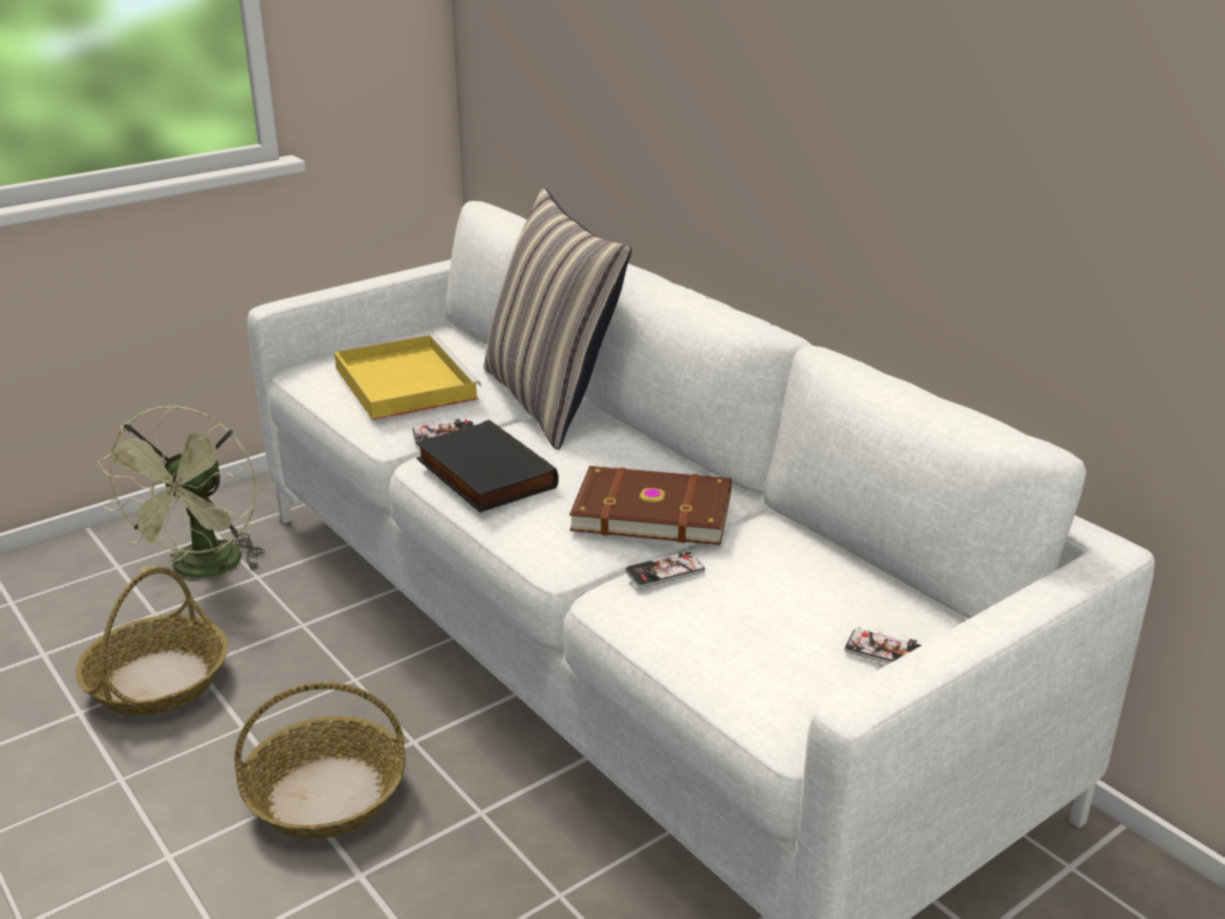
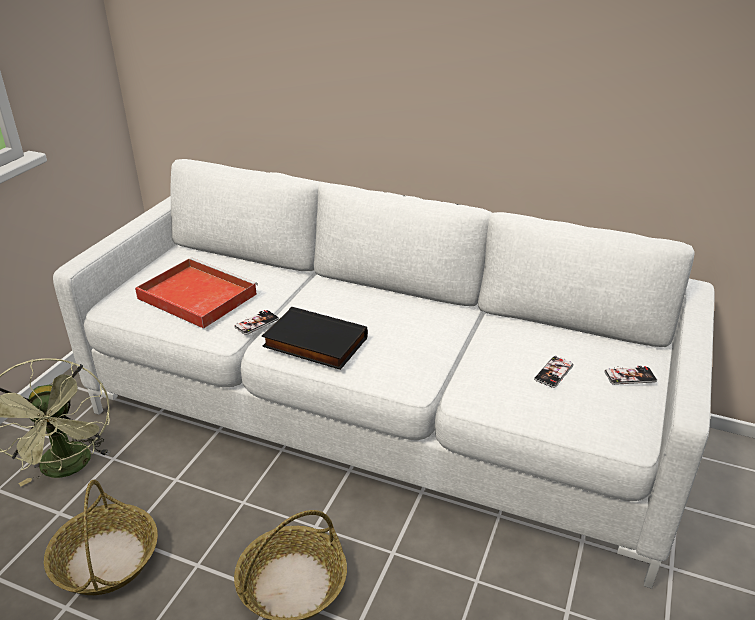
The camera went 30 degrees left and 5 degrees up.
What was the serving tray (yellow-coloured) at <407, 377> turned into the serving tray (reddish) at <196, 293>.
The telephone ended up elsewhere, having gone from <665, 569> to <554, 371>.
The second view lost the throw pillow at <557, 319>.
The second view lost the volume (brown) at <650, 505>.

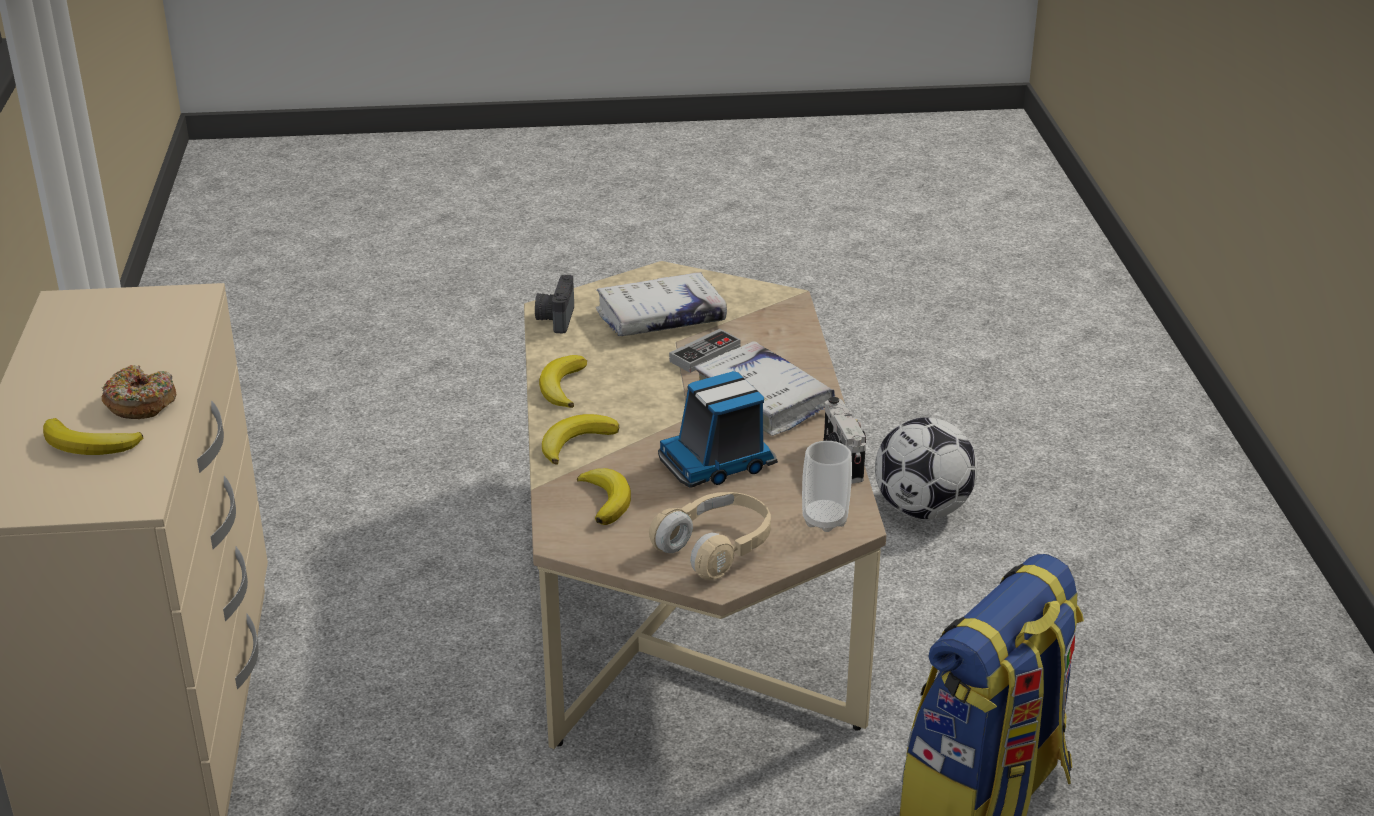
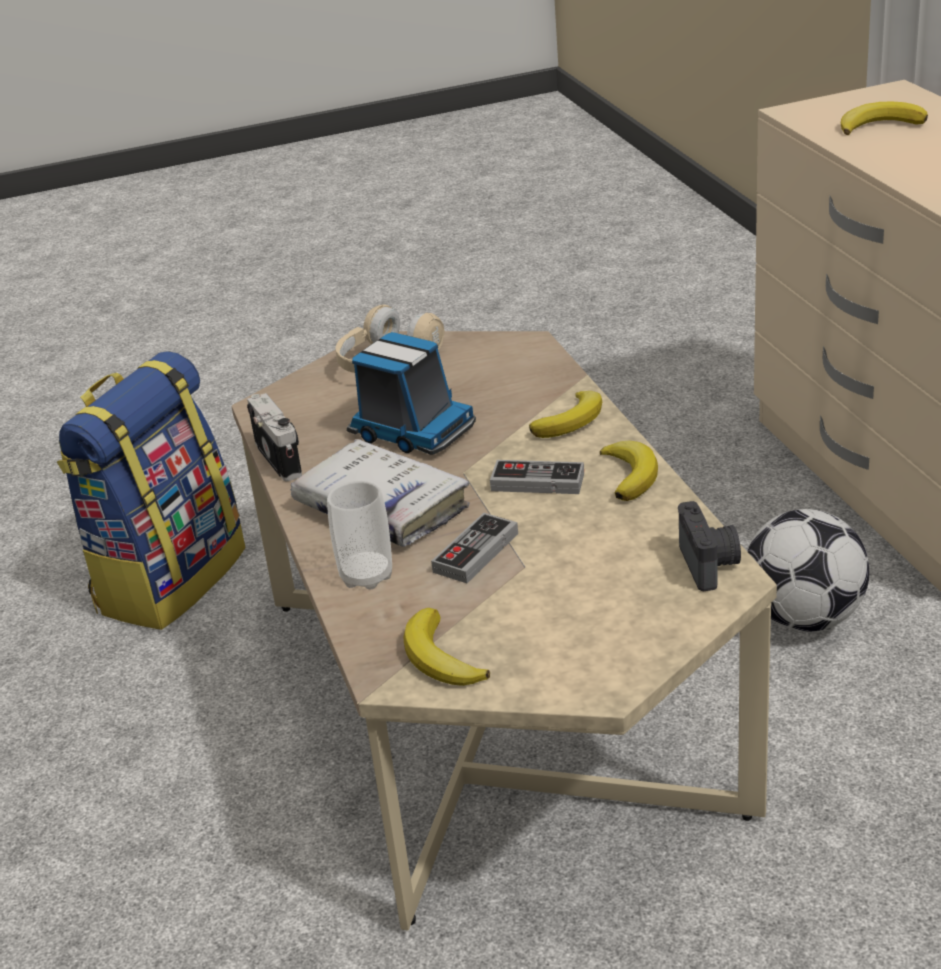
The camera went 170 degrees right and 0 degrees up.
The cup ended up elsewhere, having gone from <827, 486> to <359, 535>.
The model truck at <718, 429> ended up facing another way, 75 degrees clockwise from before.
The whole banana ended up elsewhere, having gone from <604, 496> to <446, 647>.
The second view gained the joypad at <537, 477>.
The football ball ended up elsewhere, having gone from <926, 468> to <808, 570>.
The second view lost the donut at <139, 392>.
The second view lost the volume (whitish) at <661, 304>.

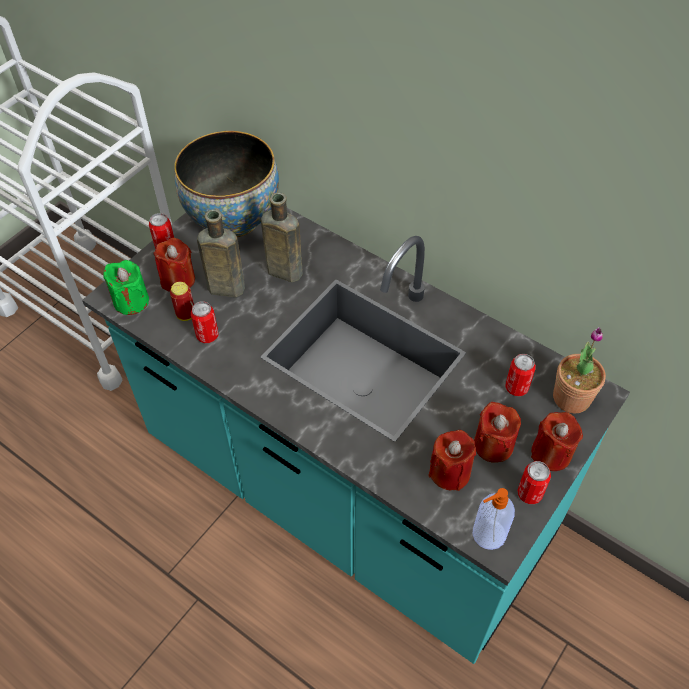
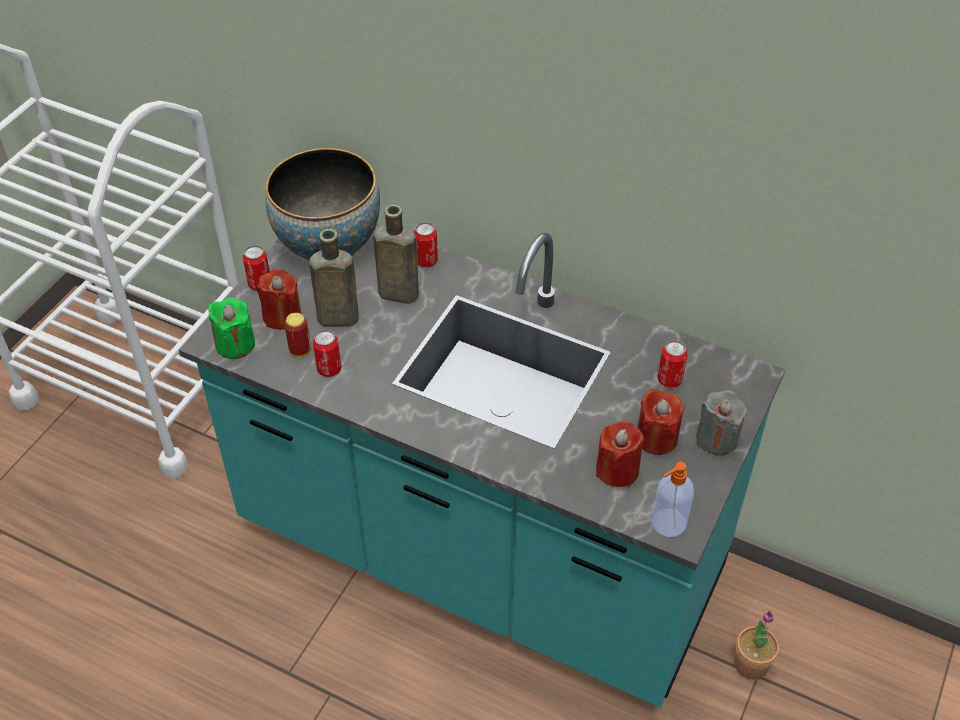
The camera went 10 degrees left and 5 degrees down.
The sealed can ended up elsewhere, having gone from <534, 482> to <426, 244>.
What was the wax light (reddish) at <557, 441> turned into the wax light (gray) at <721, 422>.
The plant in a pot ended up elsewhere, having gone from <579, 370> to <756, 645>.

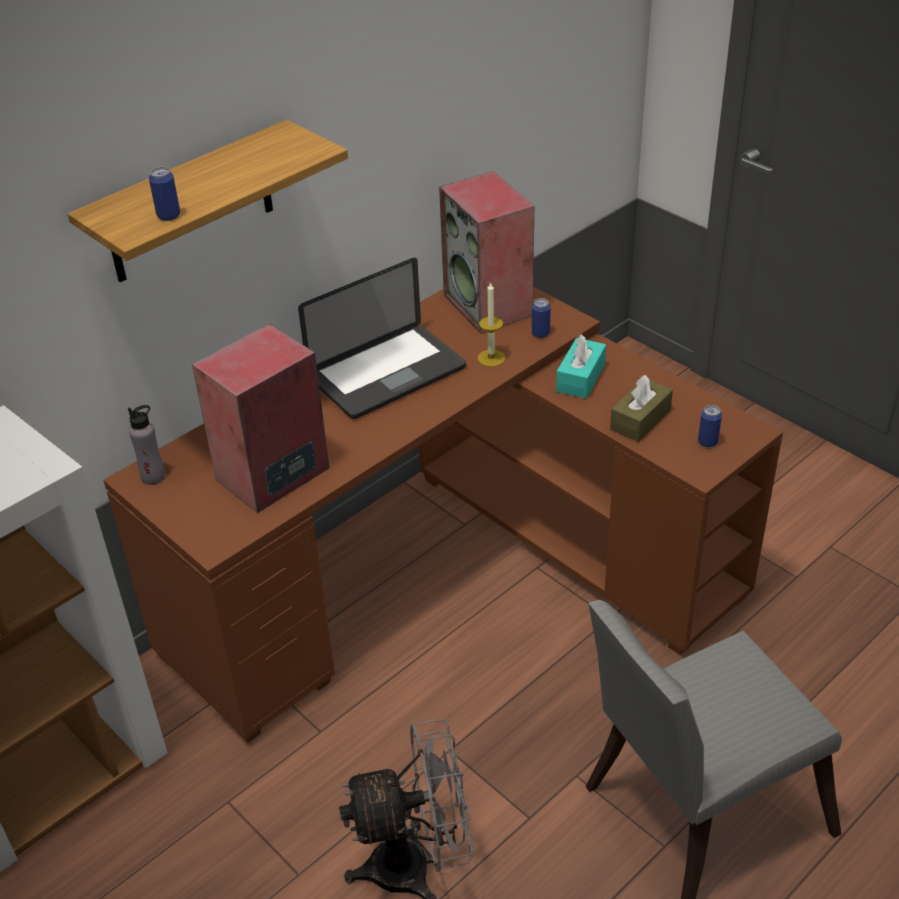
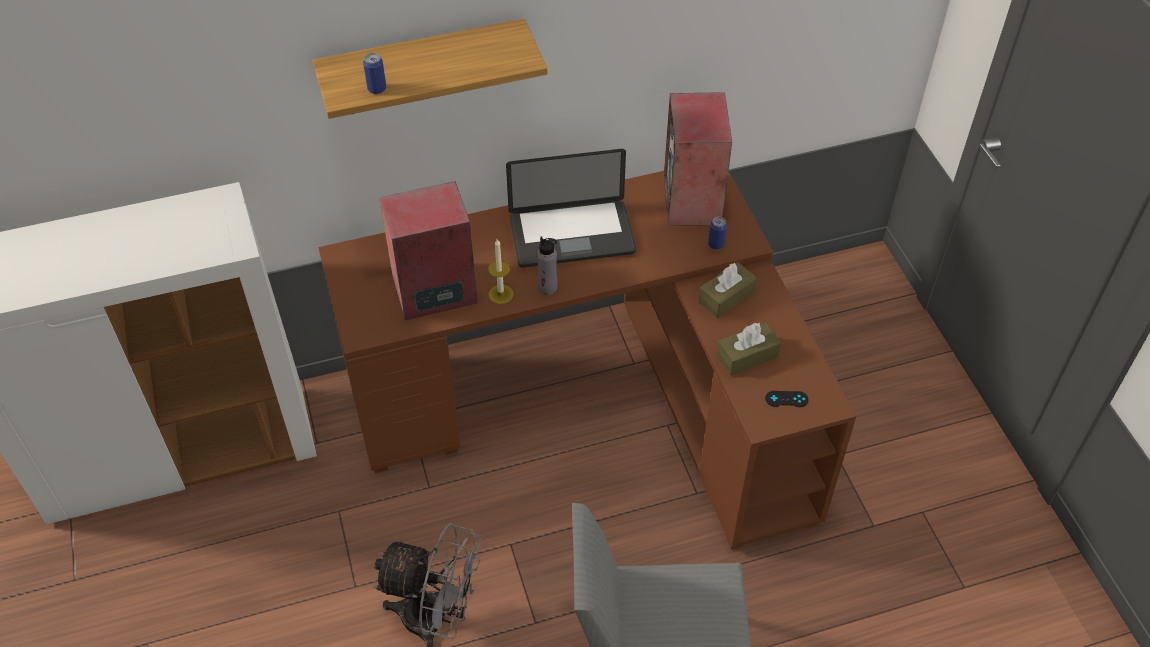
The camera went 25 degrees right and 10 degrees up.
The wax light ended up elsewhere, having gone from <492, 324> to <500, 271>.
The beverage bottle (gray) ended up elsewhere, having gone from <146, 445> to <547, 265>.
What was the tissue box (blue-green) at <581, 366> turned into the tissue box (brown) at <727, 290>.
Where the sealed can stood at <710, 426>, the joypad (black-coloured) came to stand at <787, 399>.

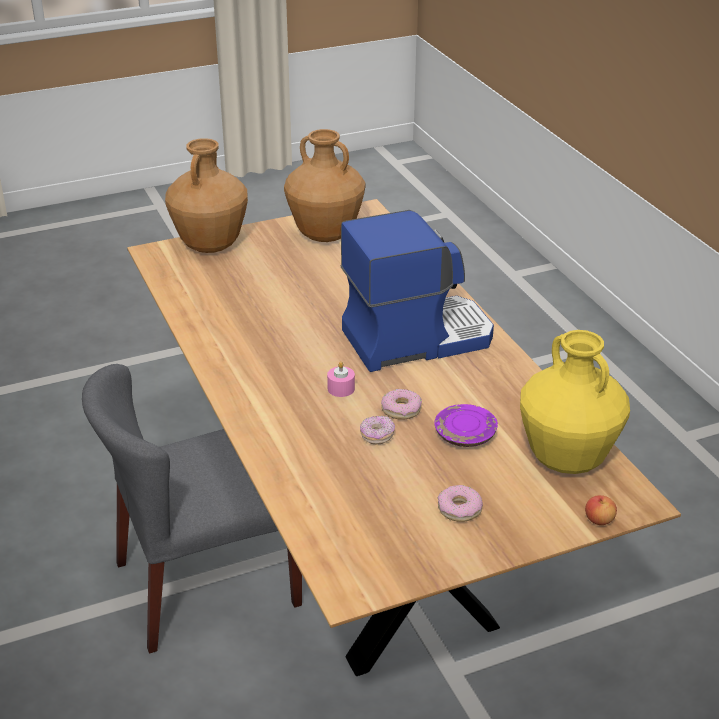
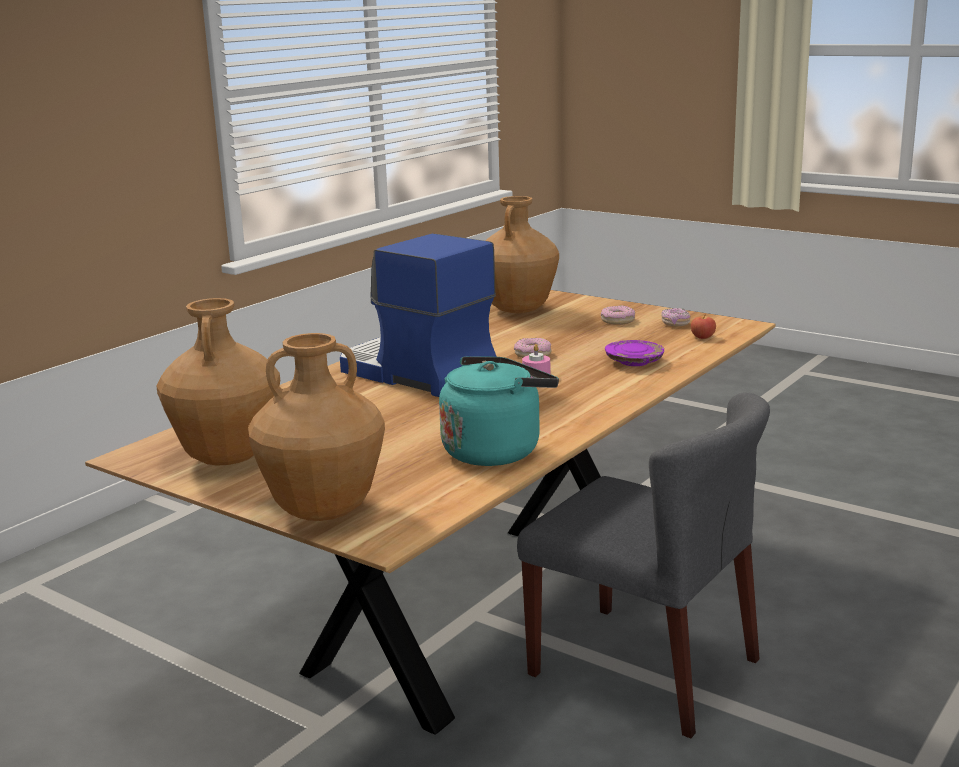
The camera went 120 degrees left and 15 degrees down.
The second view gained the kettle (blue-green) at <499, 411>.
What was the vase (yellow-coloured) at <575, 402> turned into the vase (brown) at <522, 255>.
The dinner plate (purple-coloured) ended up elsewhere, having gone from <466, 425> to <634, 353>.
The donut ended up elsewhere, having gone from <377, 430> to <676, 317>.
The apple ended up elsewhere, having gone from <601, 510> to <703, 326>.

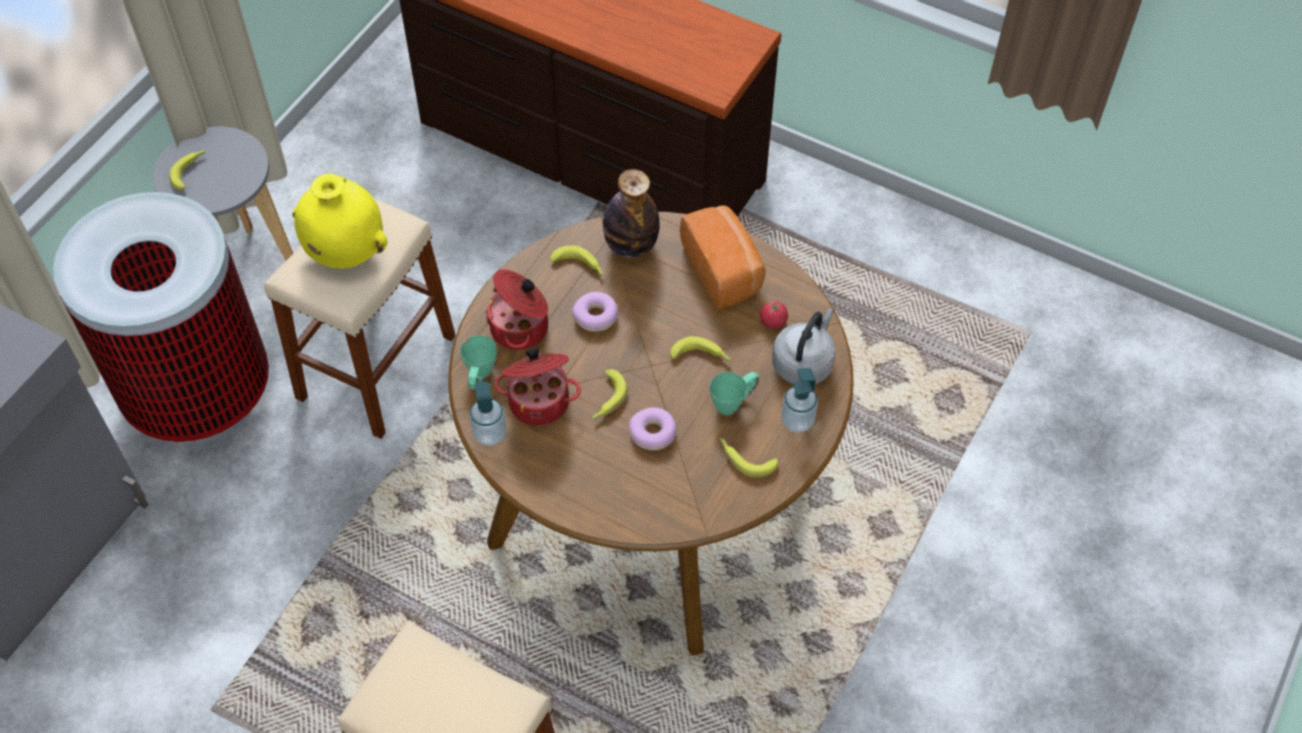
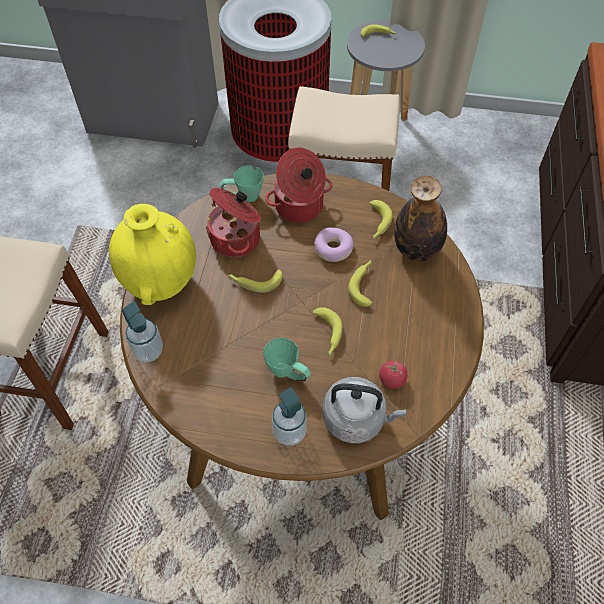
The camera went 70 degrees right and 0 degrees up.
The vase (yellow-coloured) ended up elsewhere, having gone from <339, 221> to <152, 254>.
The soap bottle ended up elsewhere, having gone from <487, 413> to <142, 331>.
The whole banana ended up elsewhere, having gone from <748, 458> to <360, 283>.
The second view lost the donut at <653, 428>.
The second view lost the bakery bread at <723, 257>.

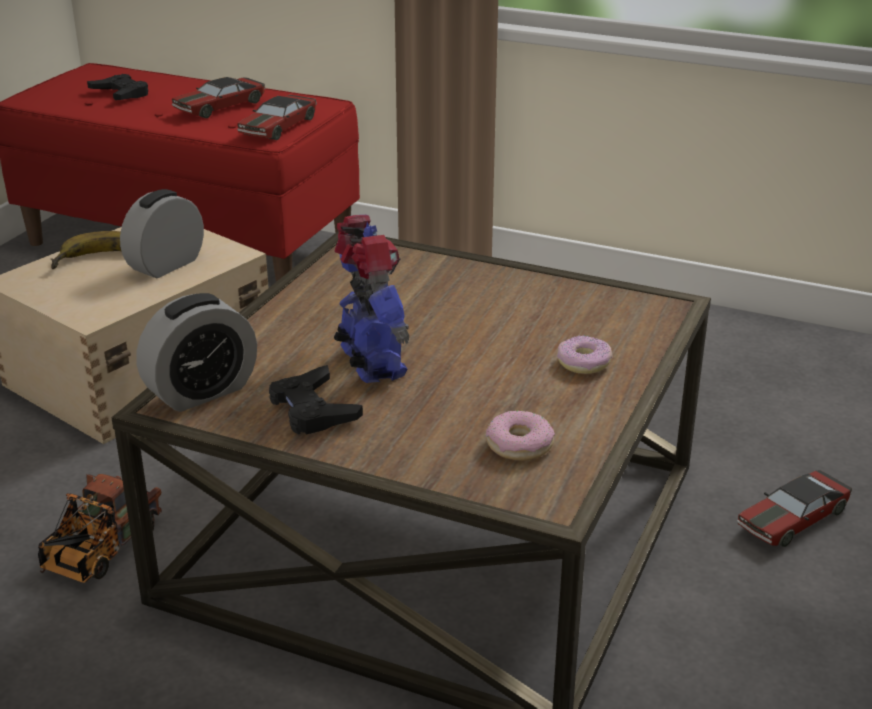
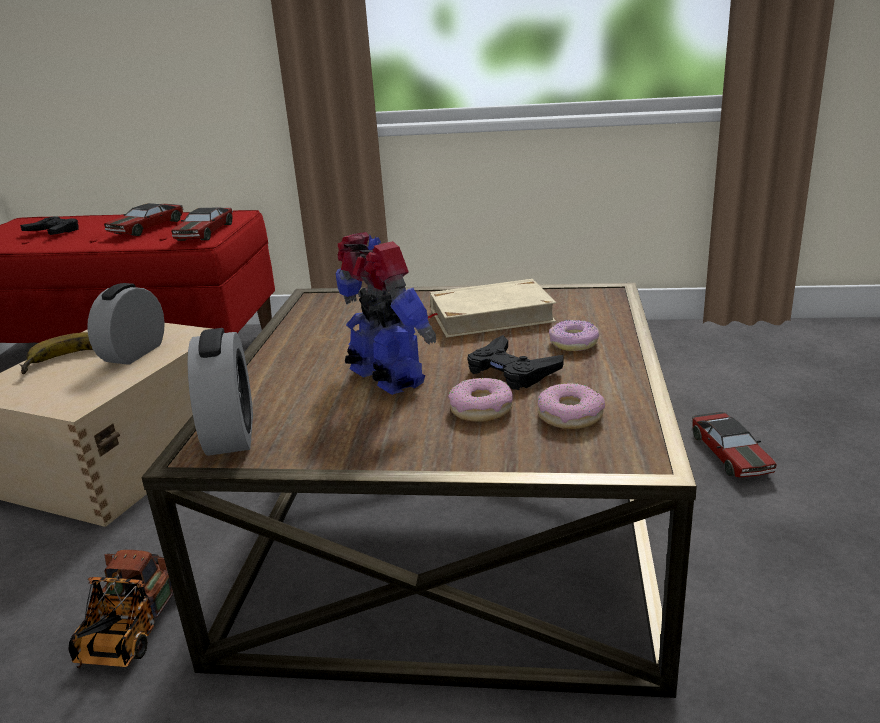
The camera went 15 degrees left and 5 degrees down.
The alarm clock at <196, 352> ended up facing another way, 45 degrees counterclockwise from before.
The second view gained the volume (beige-coloured) at <492, 308>.
The second view gained the donut at <480, 400>.
The joypad (black-coloured) ended up elsewhere, having gone from <316, 399> to <515, 362>.
The miniature car at <794, 508> ended up facing another way, 45 degrees counterclockwise from before.

